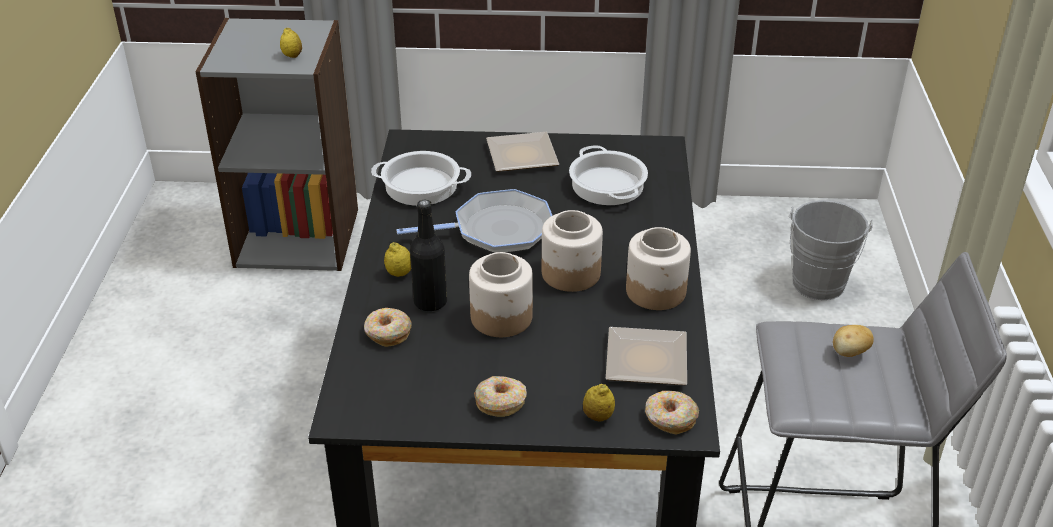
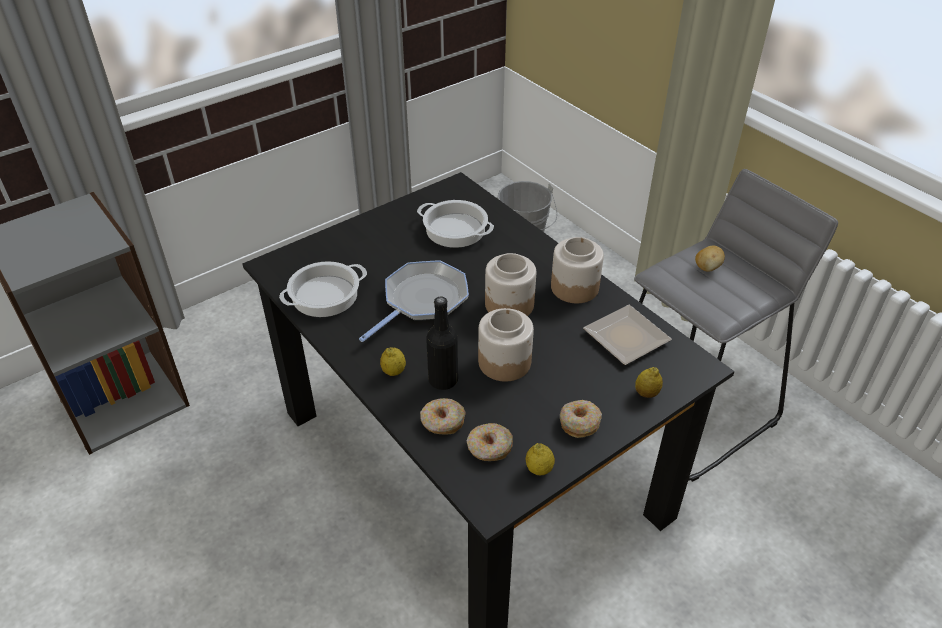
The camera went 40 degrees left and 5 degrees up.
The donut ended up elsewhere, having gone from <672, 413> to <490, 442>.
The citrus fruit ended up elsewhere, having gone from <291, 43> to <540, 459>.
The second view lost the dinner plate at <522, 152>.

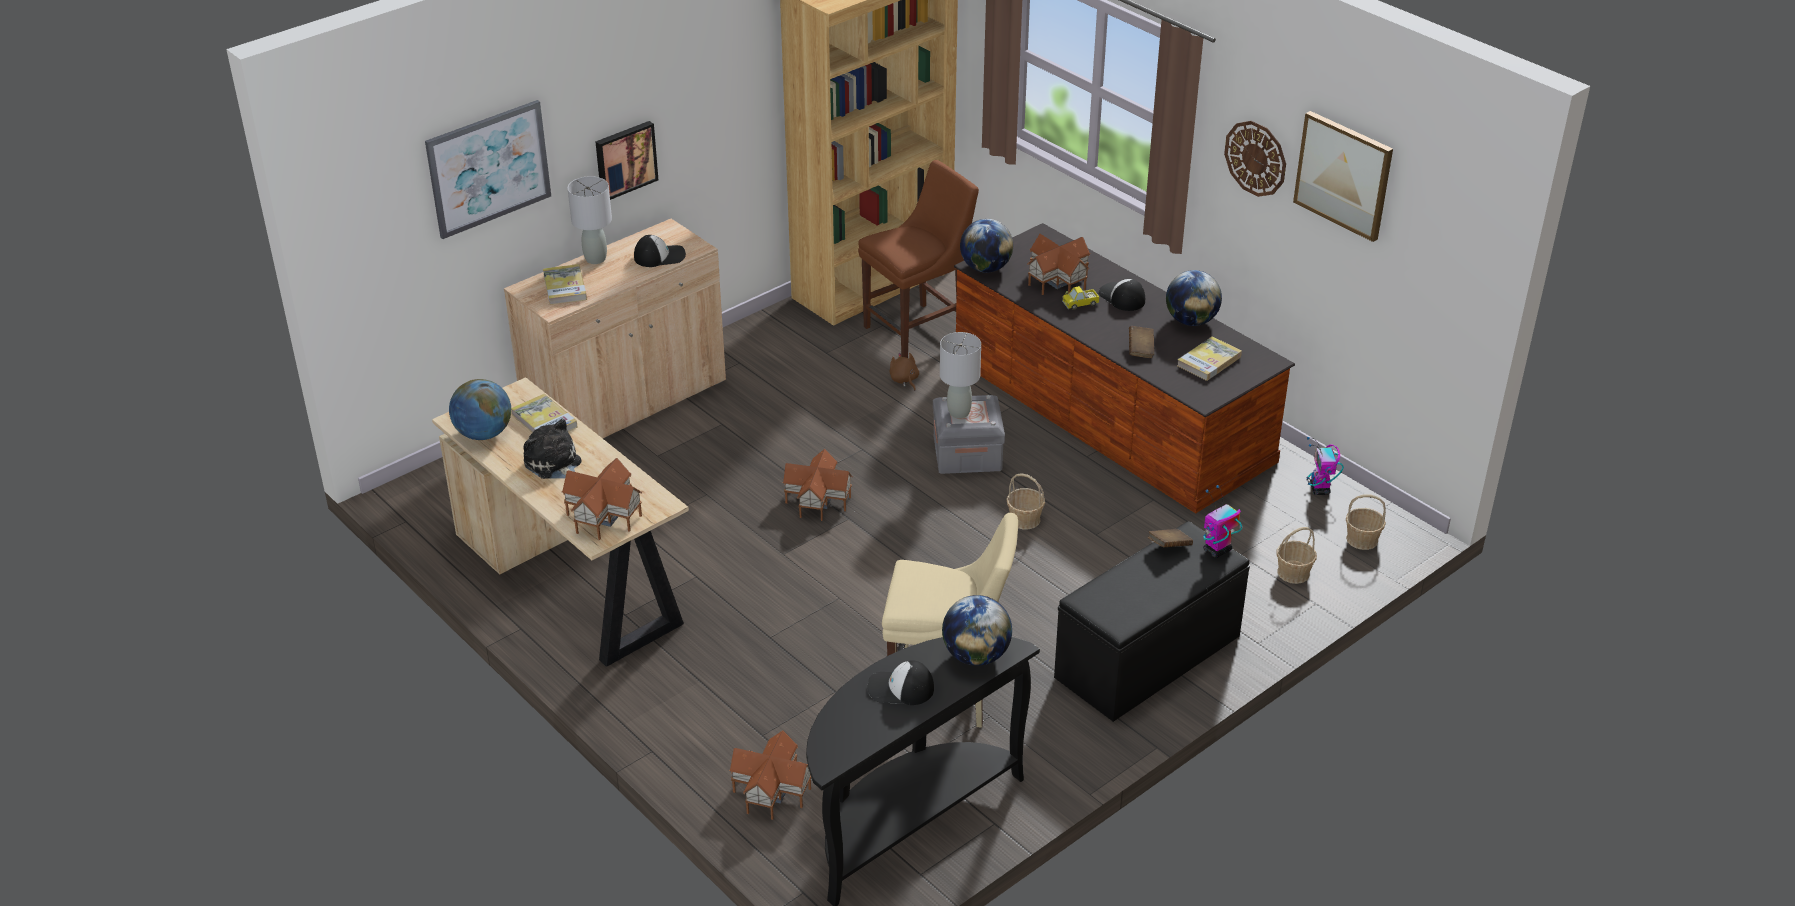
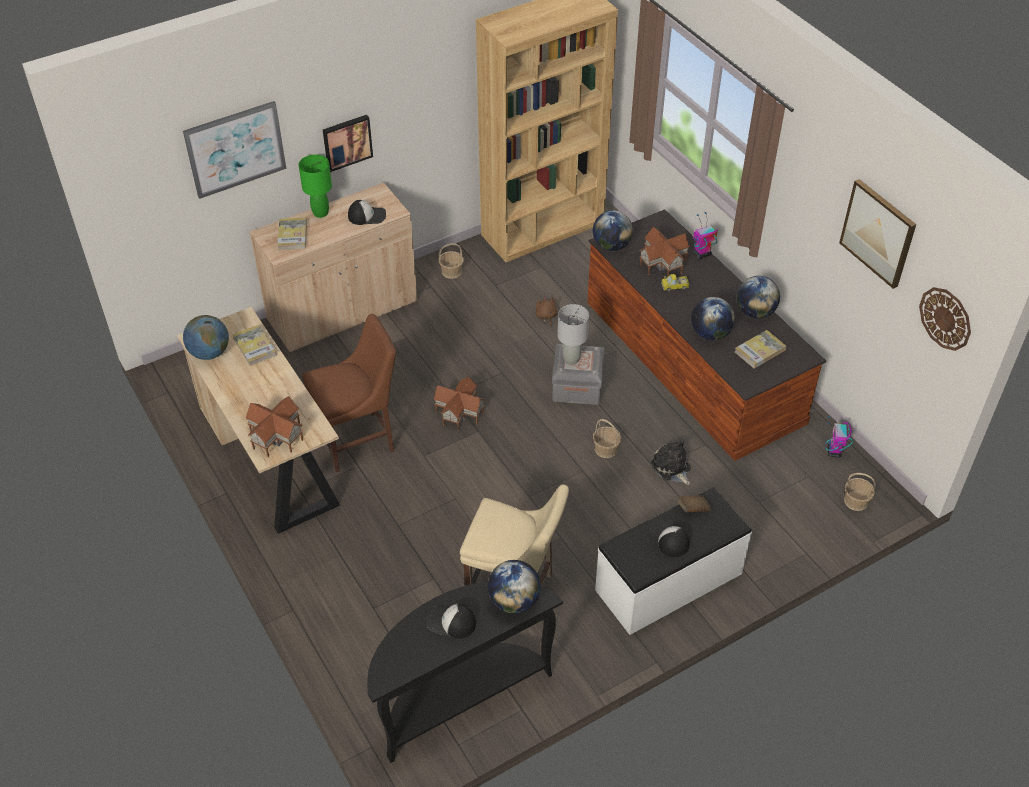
The camera went 10 degrees right and 10 degrees up.
What was the lamp for a table (gray) at <590, 220> turned into the lamp for a table (green) at <315, 186>.
The plain chair (brown) ended up elsewhere, having gone from <918, 259> to <349, 393>.
The storage basket ended up elsewhere, having gone from <1297, 555> to <451, 261>.
What was the indoor bench (black-coloured) at <1152, 621> turned into the indoor bench (whitish) at <673, 561>.
The peaked cap ended up elsewhere, having gone from <1122, 295> to <669, 538>.
The plush toy ended up elsewhere, having gone from <552, 449> to <671, 462>.
Where the volume (brown) stood at <1141, 342>, the globe came to stand at <713, 318>.
The robot figure ended up elsewhere, having gone from <1222, 521> to <705, 235>.
The hanging clock ended up elsewhere, having gone from <1255, 159> to <945, 319>.
The second view lost the miniature house at <770, 775>.

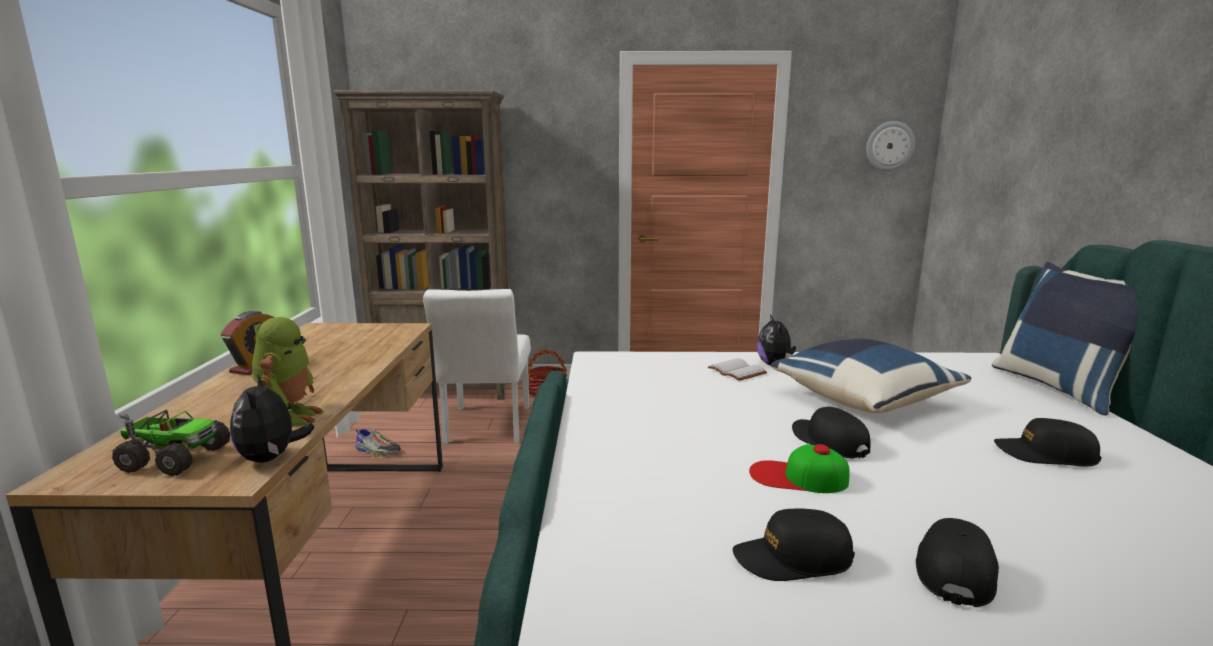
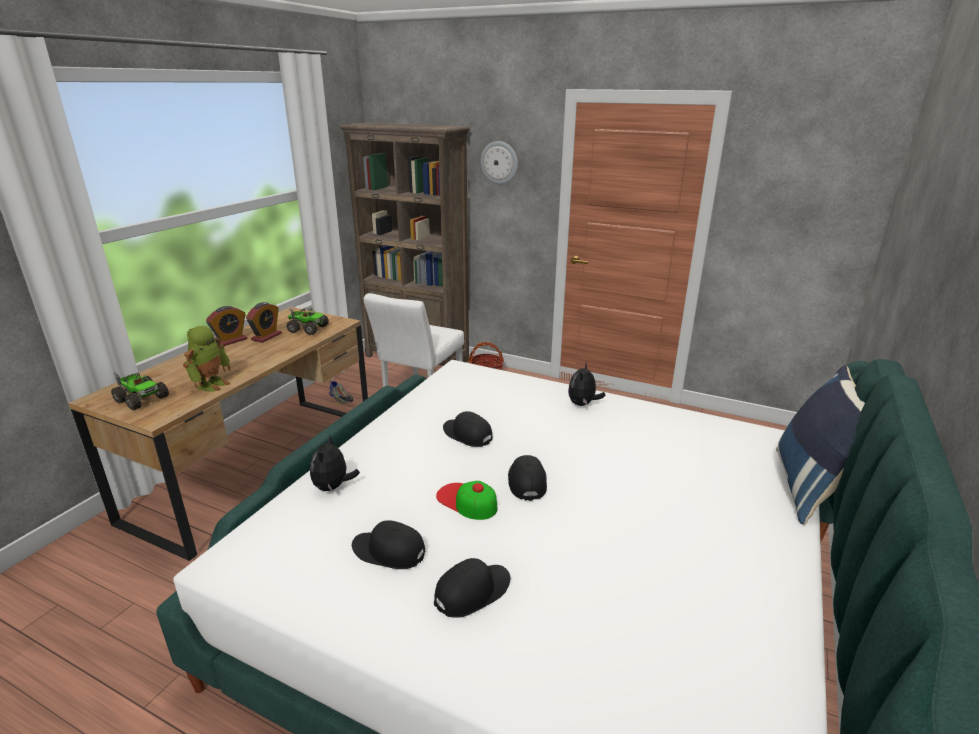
The camera went 25 degrees right and 10 degrees up.
The second view gained the alarm clock at <264, 322>.
The second view gained the model truck at <307, 321>.
The plush toy ended up elsewhere, having gone from <272, 418> to <335, 463>.
The peaked cap (black-coloured) ended up elsewhere, having gone from <1048, 442> to <468, 429>.
The hanging clock ended up elsewhere, having gone from <890, 146> to <499, 162>.
The second view lost the volume (whitish) at <737, 369>.
The second view lost the throw pillow (blue) at <871, 376>.

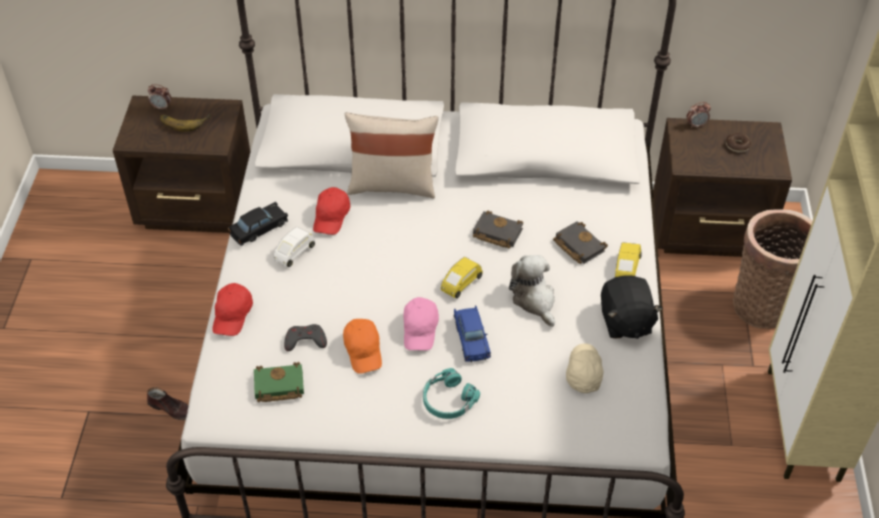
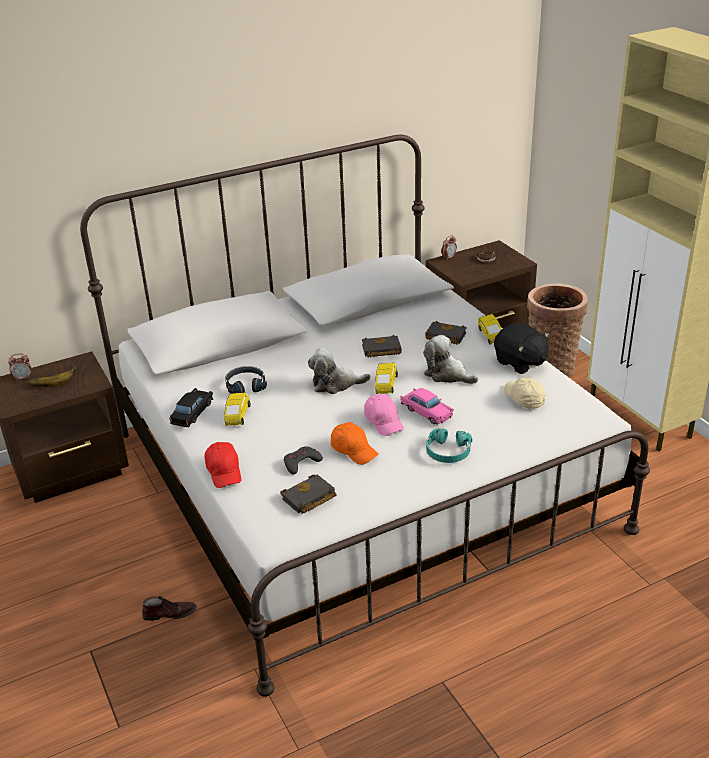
The camera went 30 degrees left and 15 degrees down.
What was the miniature car (whitish) at <294, 247> turned into the miniature car (yellow-coloured) at <237, 409>.
Where the peaked cap (reddish) stood at <331, 211>, the headset (black-coloured) came to stand at <246, 380>.
What was the volume (green) at <279, 382> turned into the volume (black-coloured) at <308, 494>.
The second view gained the plush toy at <339, 371>.
What was the miniature car (blue) at <472, 333> turned into the miniature car (pinkish) at <427, 406>.
The second view lost the throw pillow (beige-coloured) at <391, 155>.

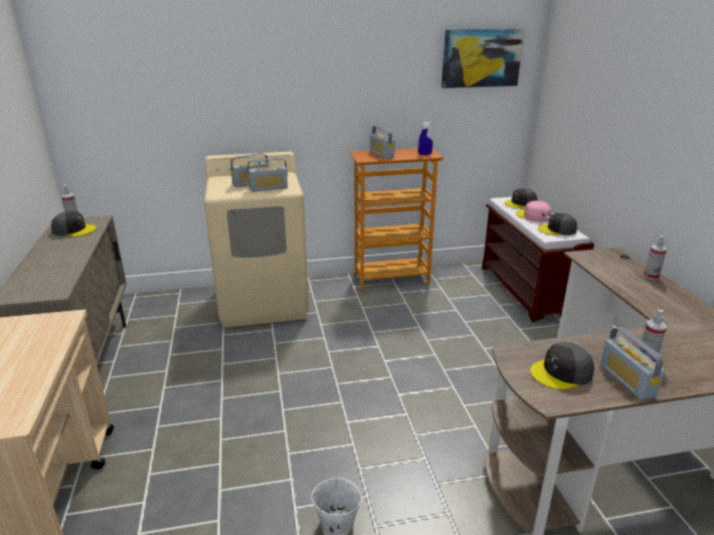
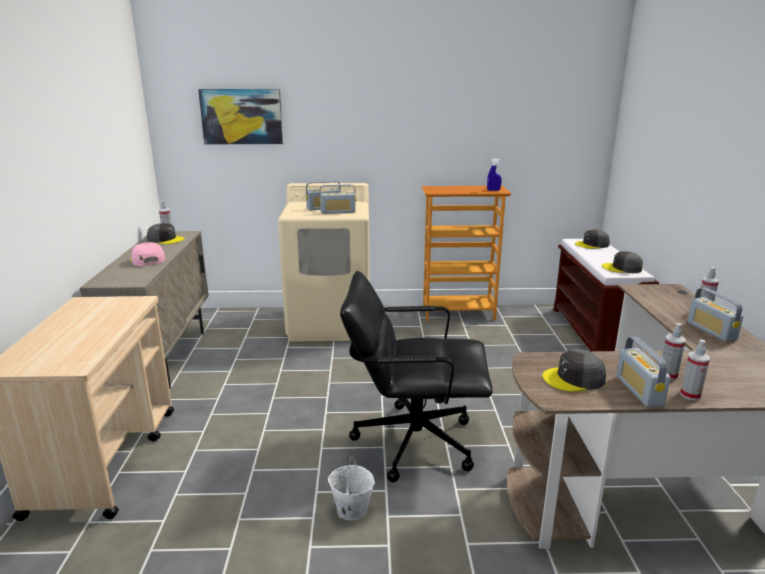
The camera went 10 degrees right and 5 degrees down.
The peaked cap (pinkish) ended up elsewhere, having gone from <534, 211> to <147, 254>.
The picture ended up elsewhere, having gone from <482, 58> to <240, 116>.
The second view gained the desk chair (black-coloured) at <416, 376>.
The second view gained the sprayer at <695, 370>.
The radio receiver ended up elsewhere, having gone from <382, 142> to <716, 315>.

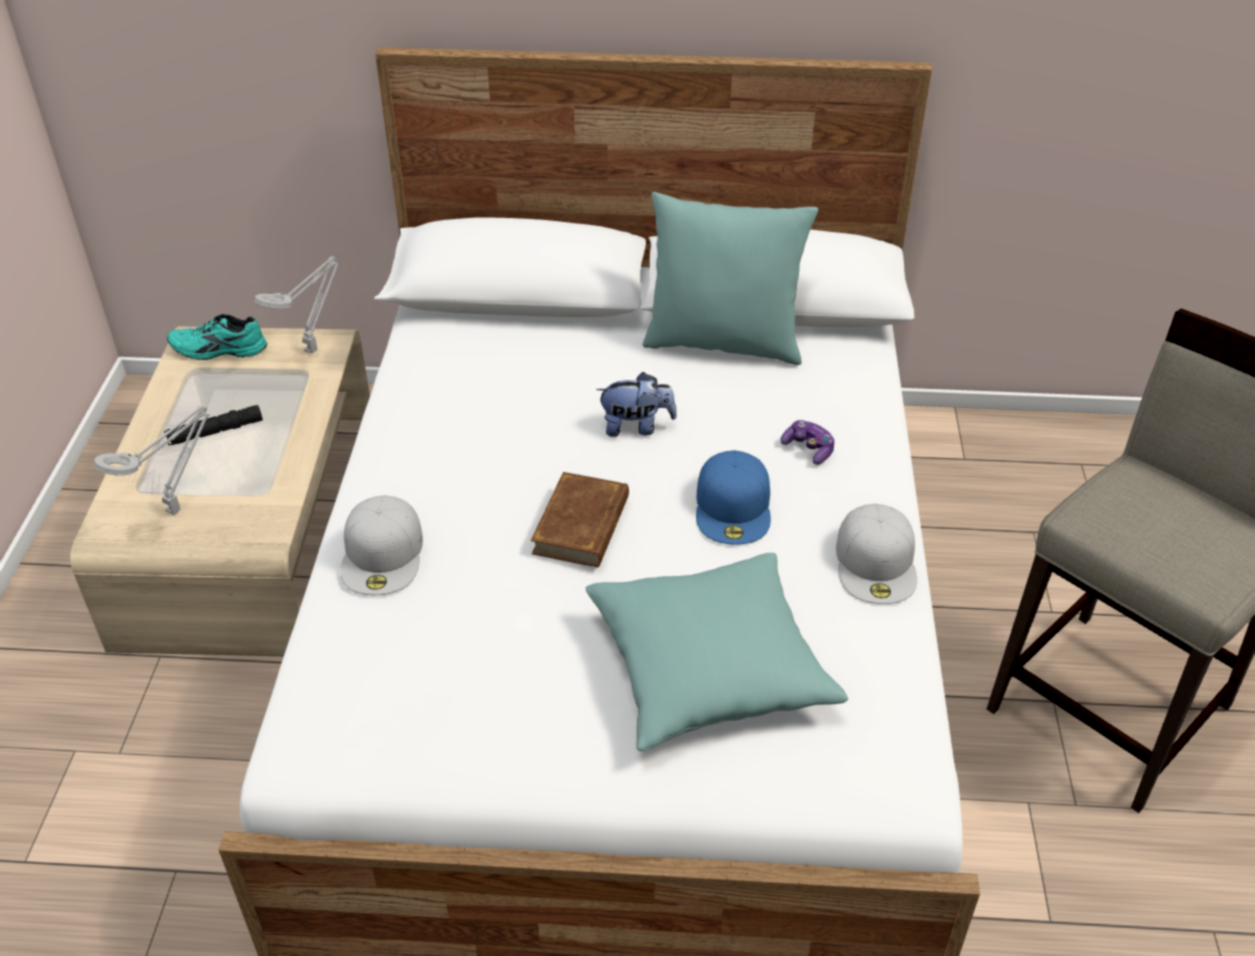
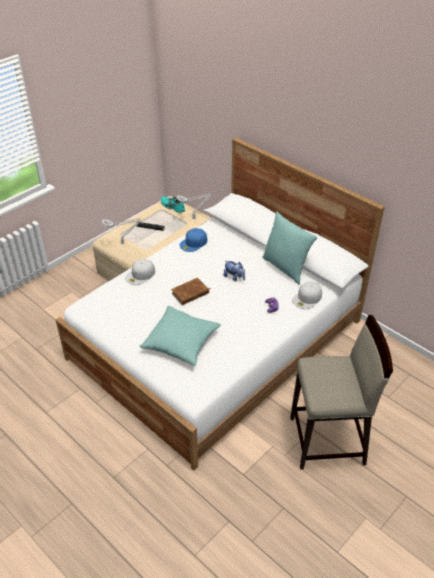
The camera went 40 degrees right and 0 degrees up.
The peaked cap (blue) ended up elsewhere, having gone from <733, 497> to <193, 240>.
The peaked cap (whitish) ended up elsewhere, having gone from <876, 554> to <307, 295>.

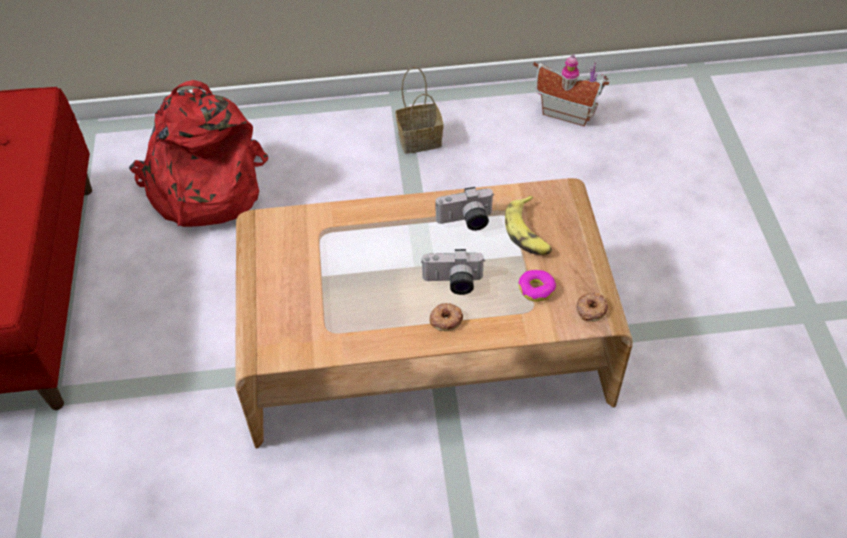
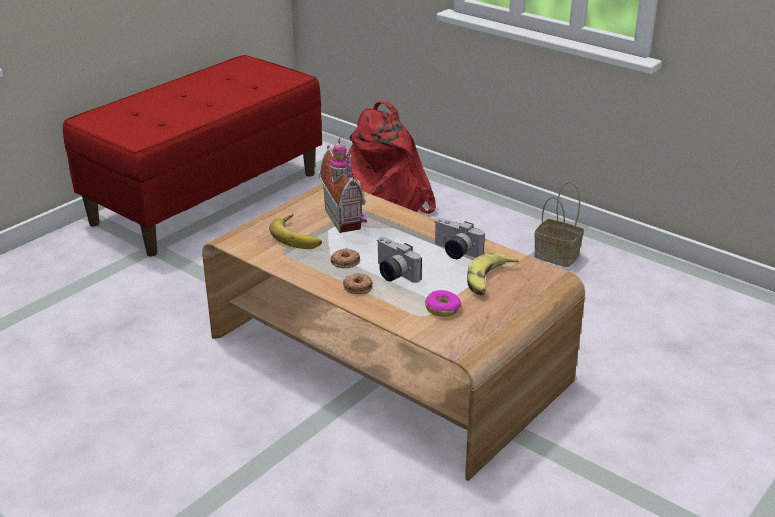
The camera went 45 degrees right and 20 degrees down.
The second view gained the whole banana at <295, 231>.
The miniature house ended up elsewhere, having gone from <571, 90> to <343, 185>.
The donut ended up elsewhere, having gone from <592, 307> to <345, 258>.

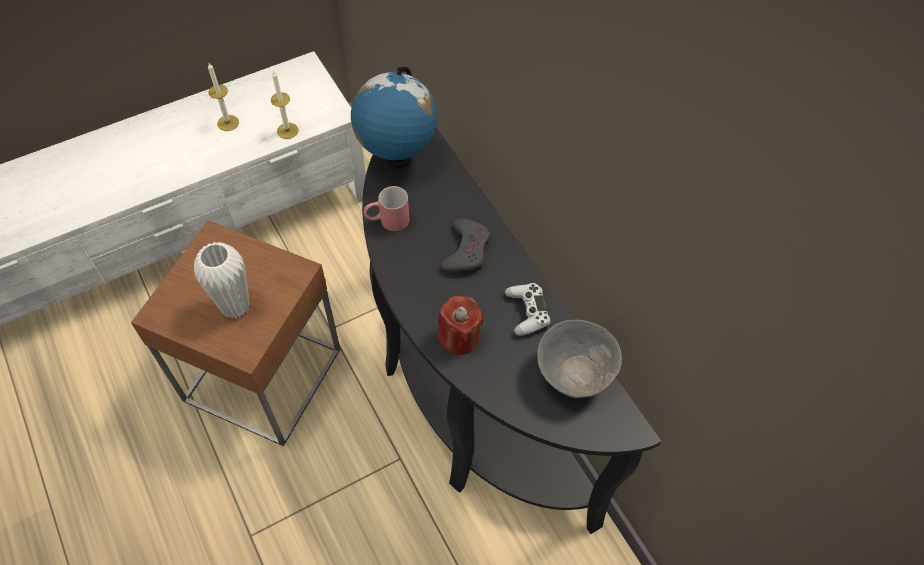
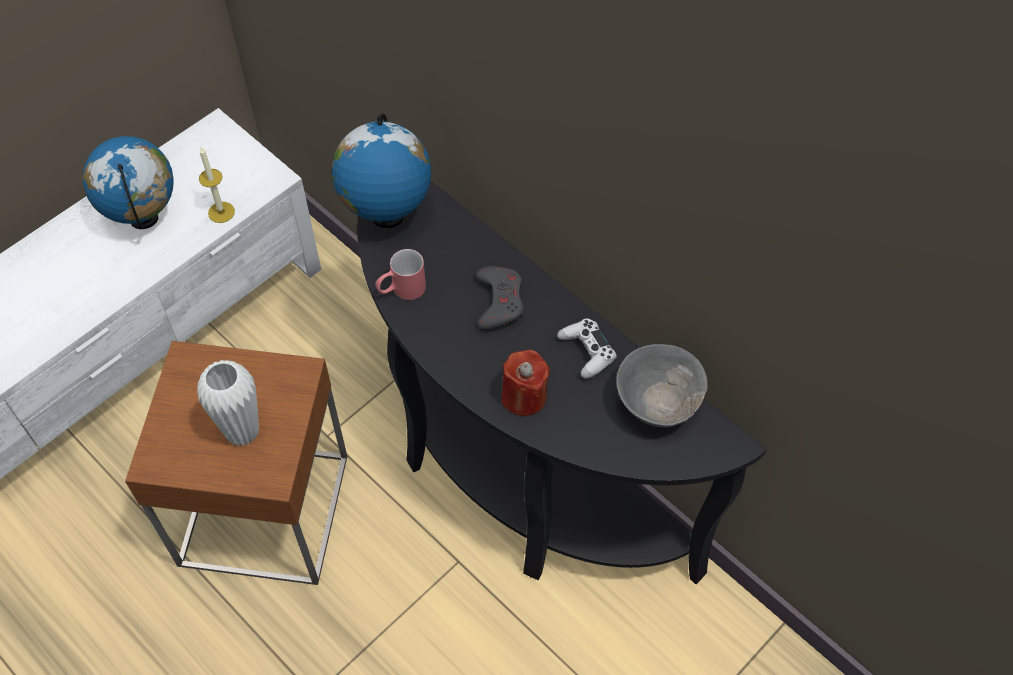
The camera went 15 degrees left and 0 degrees up.
Where the wax light stood at <223, 97>, the globe came to stand at <128, 182>.

